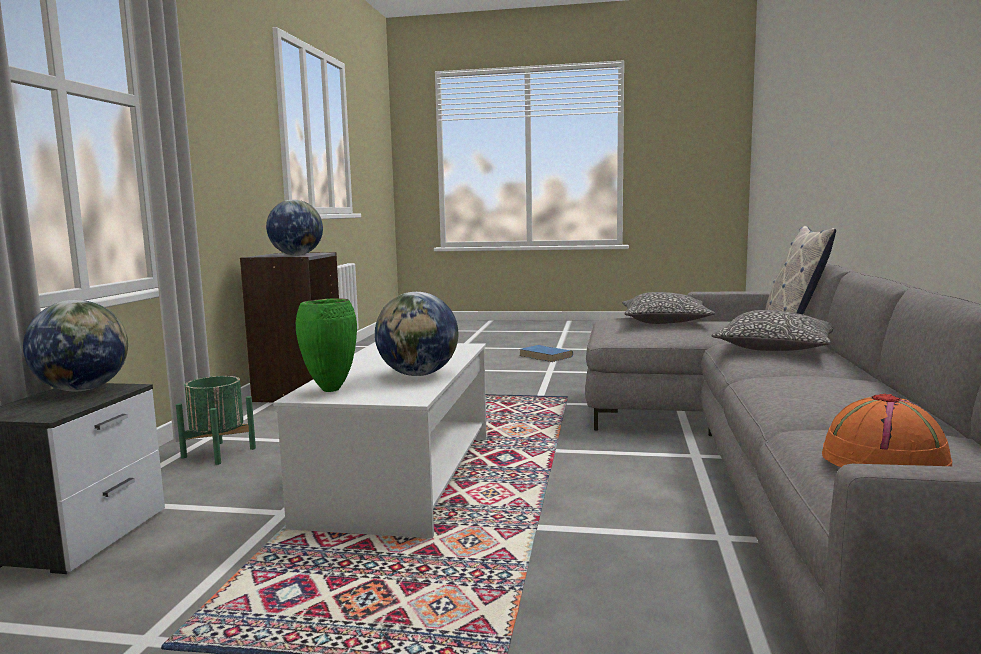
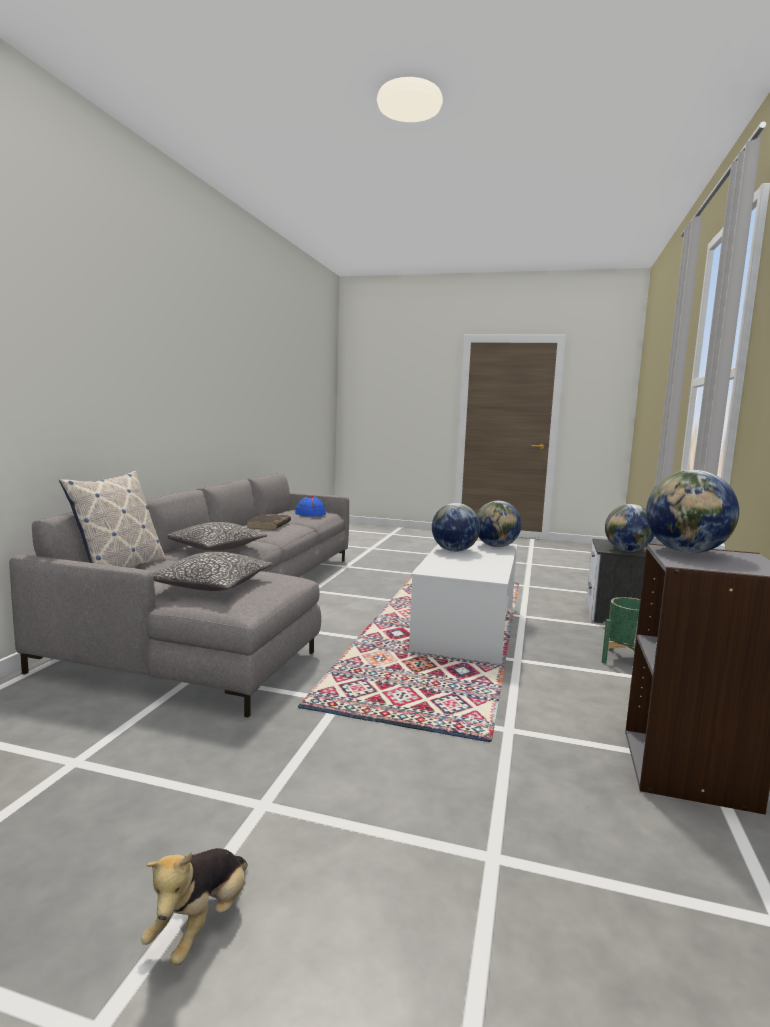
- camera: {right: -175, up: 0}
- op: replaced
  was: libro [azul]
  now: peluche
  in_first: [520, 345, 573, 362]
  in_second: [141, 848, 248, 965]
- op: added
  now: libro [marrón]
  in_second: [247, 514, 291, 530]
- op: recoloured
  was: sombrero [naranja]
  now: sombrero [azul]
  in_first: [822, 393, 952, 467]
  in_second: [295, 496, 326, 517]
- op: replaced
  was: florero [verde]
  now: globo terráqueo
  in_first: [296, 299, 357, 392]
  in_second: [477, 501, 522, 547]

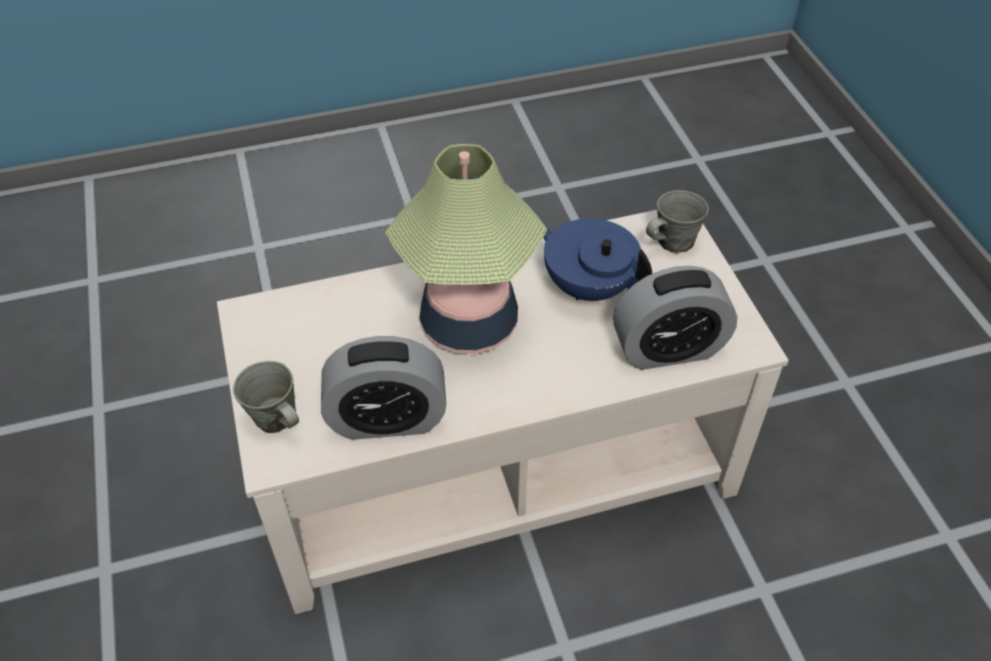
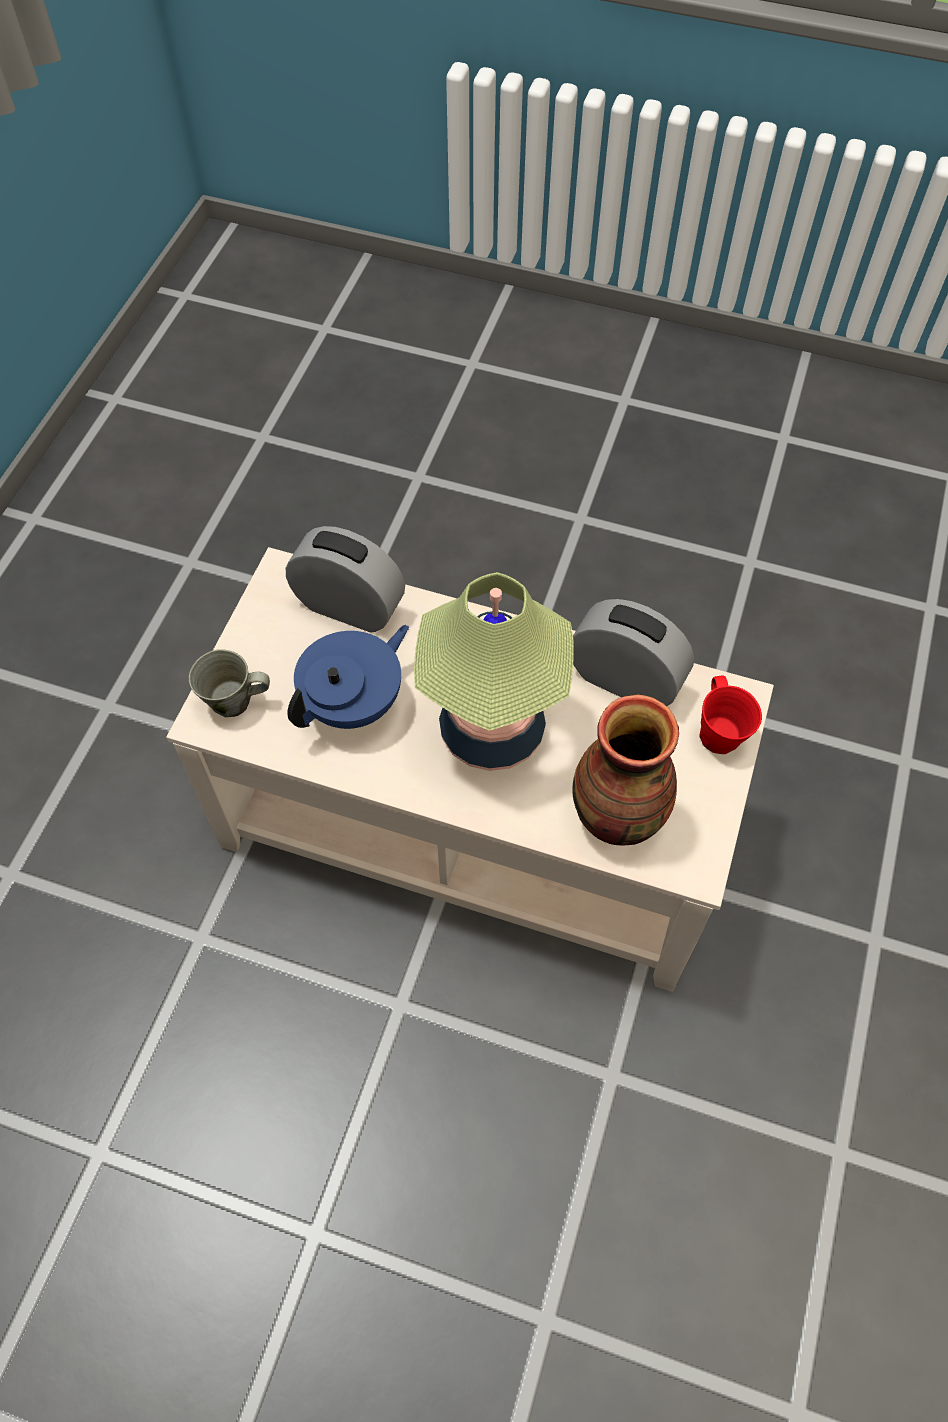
- camera: {right: -145, up: 10}
- op: turned
  was: tetera [azul]
  in_first: [543, 218, 652, 301]
  in_second: [287, 625, 409, 729]
  clockwise: -120
- op: added
  now: florero
  in_second: [572, 695, 679, 846]
- op: recoloured
  was: taza grande [gris]
  now: taza grande [rojo]
  in_first: [233, 361, 299, 433]
  in_second: [699, 676, 762, 754]

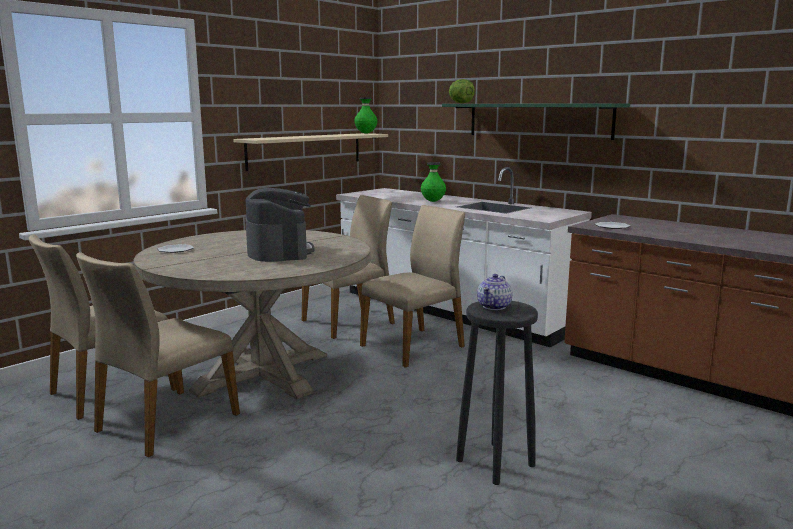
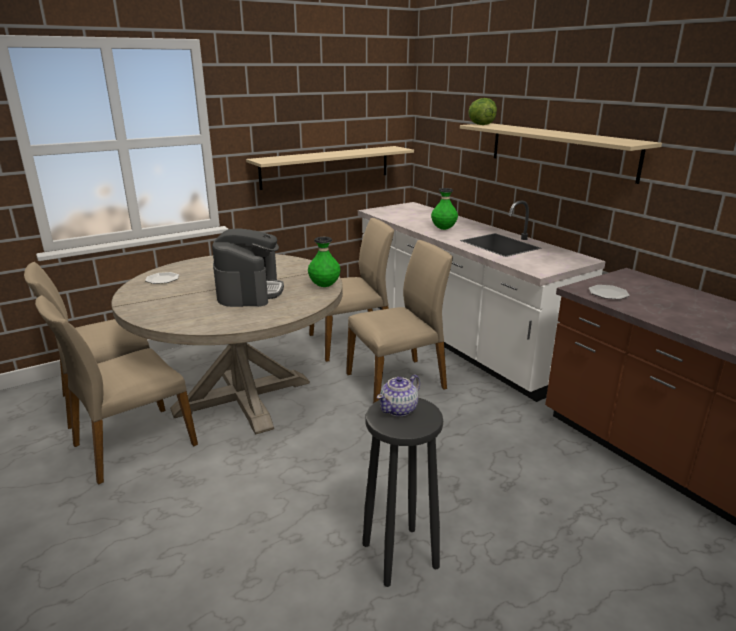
- camera: {right: 15, up: 10}
- op: moved
  was: florero [verde]
  in_first: [354, 98, 378, 134]
  in_second: [308, 237, 341, 287]
- op: recoloured
  was: estante [verde]
  now: estante [beis]
  in_first: [442, 103, 630, 140]
  in_second: [460, 123, 662, 184]

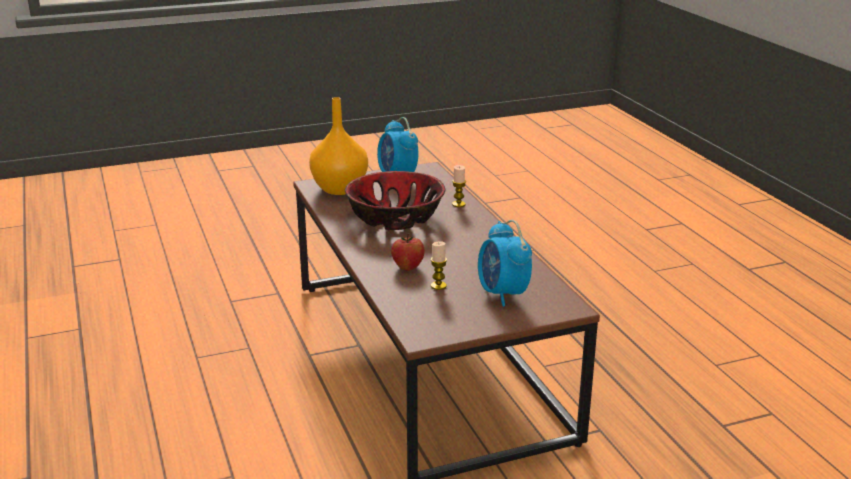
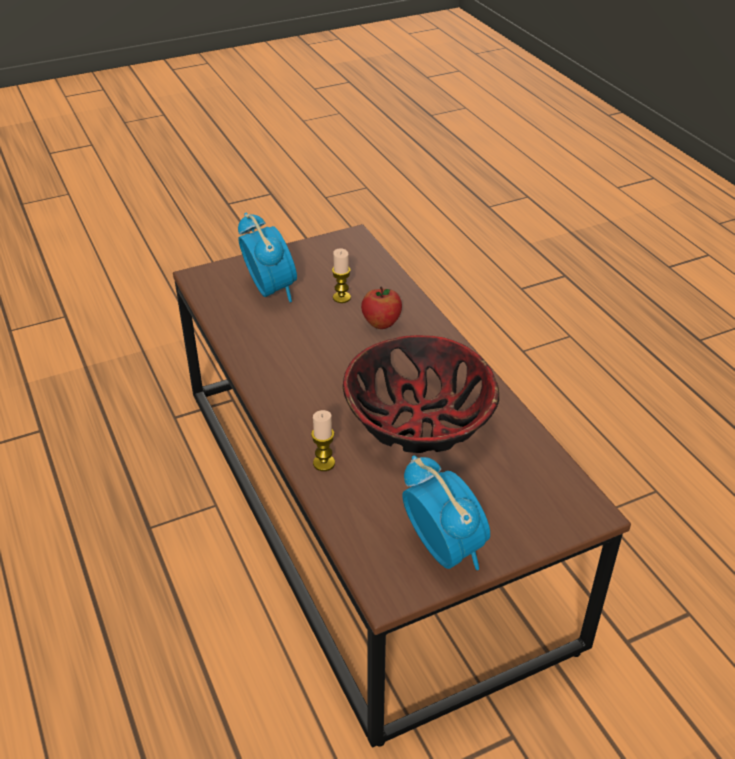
- camera: {right: 175, up: 15}
- op: removed
  was: florero [naranja]
  in_first: [309, 97, 368, 195]

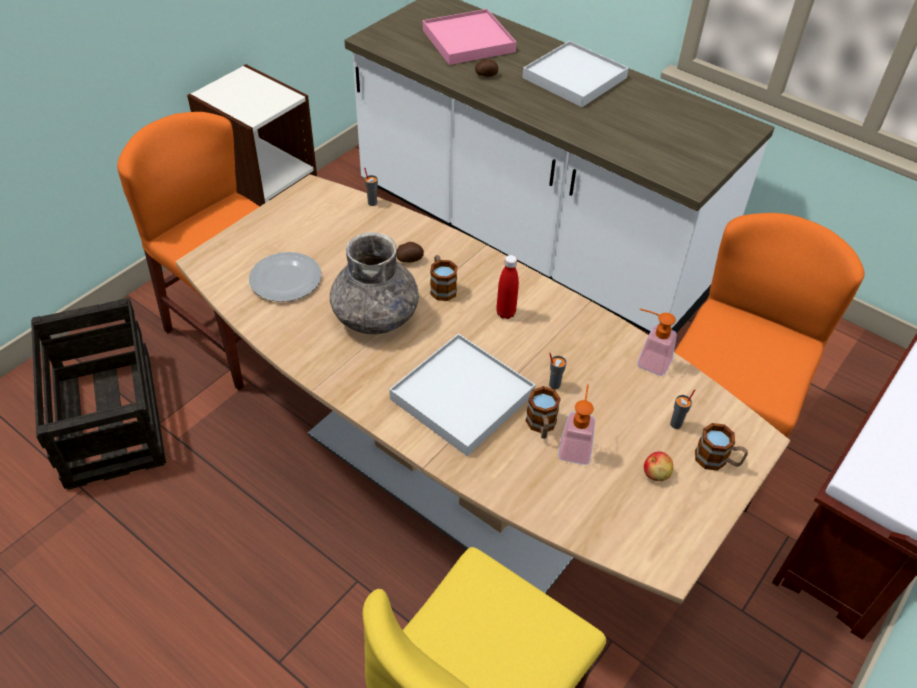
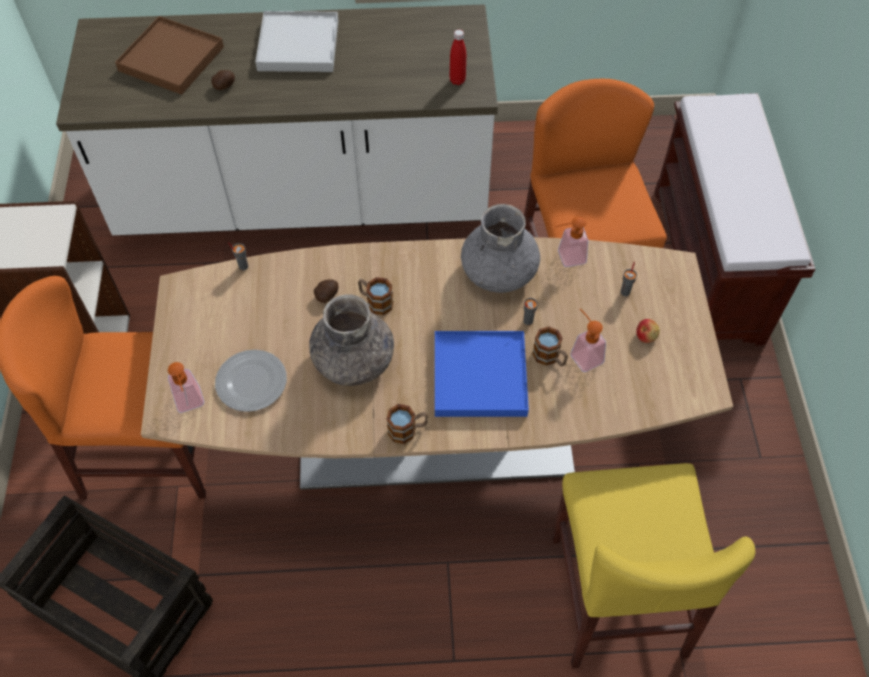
- camera: {right: -40, up: 10}
- op: recoloured
  was: bandeja [rosa]
  now: bandeja [marrón]
  in_first: [423, 9, 516, 65]
  in_second: [115, 16, 224, 95]
- op: added
  now: dispensador de jabón
  in_second: [168, 362, 204, 413]
- op: moved
  was: taza grande
  in_first: [695, 423, 748, 471]
  in_second: [387, 404, 428, 444]
- op: recoloured
  was: bandeja [blanco]
  now: bandeja [azul]
  in_first: [389, 333, 535, 456]
  in_second: [435, 331, 529, 417]
- op: moved
  was: botella [rojo]
  in_first: [496, 255, 519, 319]
  in_second: [450, 30, 466, 85]
- op: added
  now: florero [gris]
  in_second: [461, 204, 540, 293]

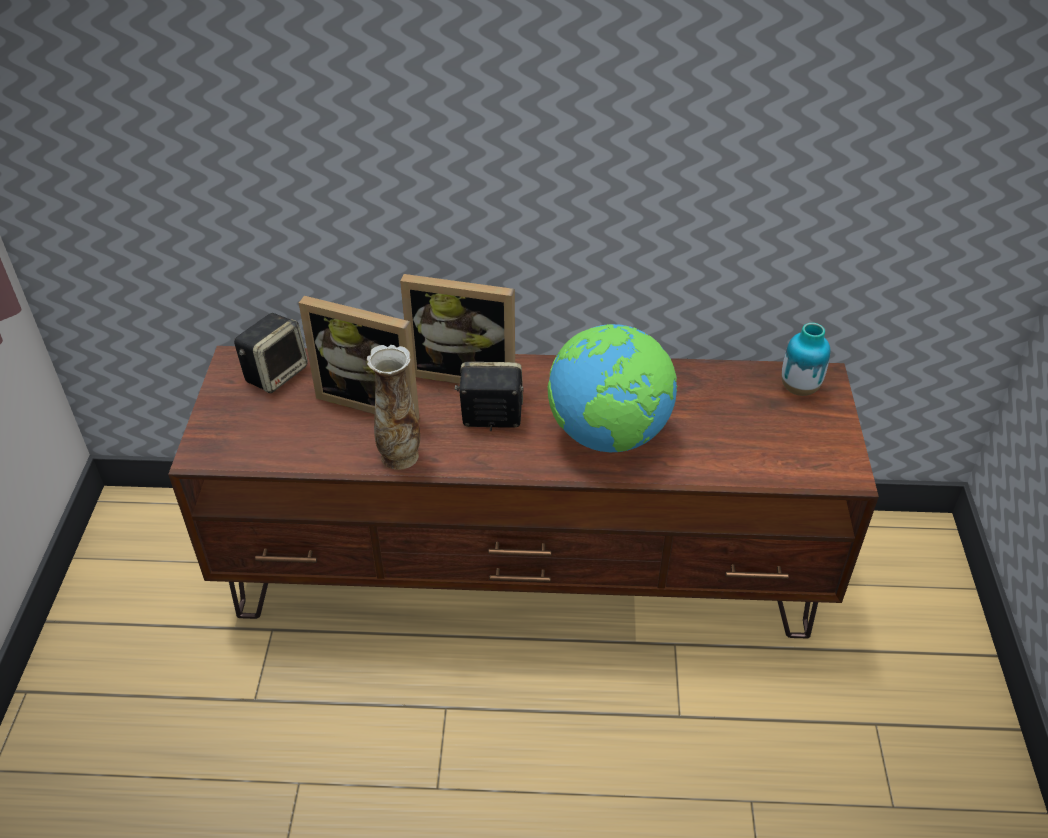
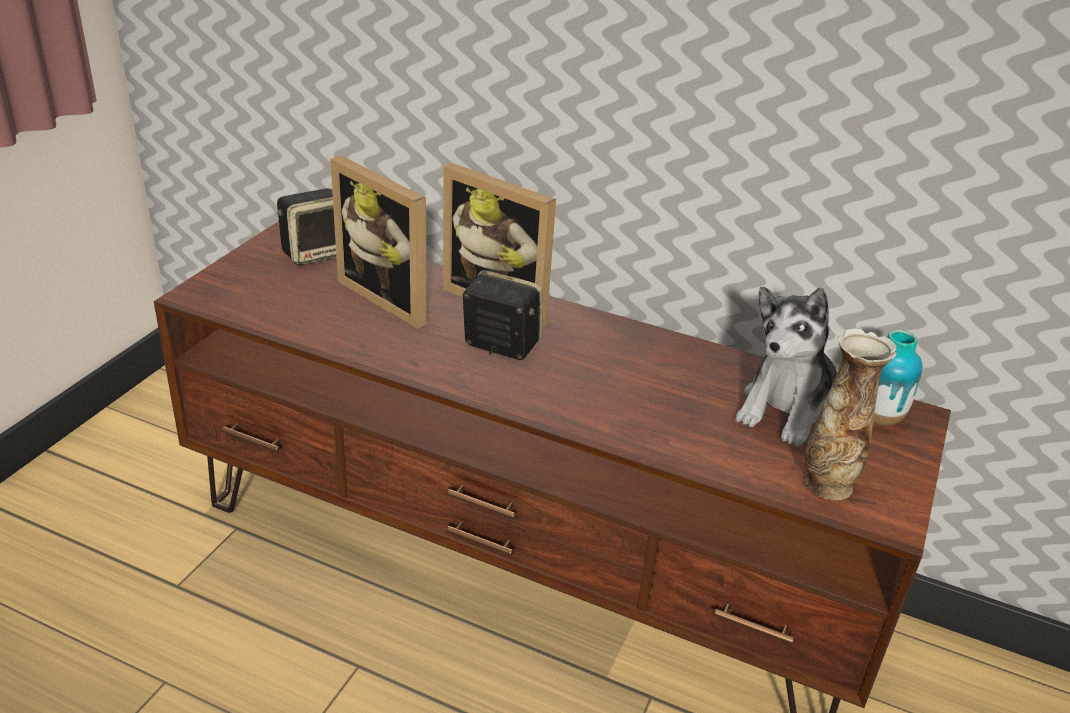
- camera: {right: 20, up: -10}
- op: added
  now: peluche
  in_second: [735, 287, 837, 447]
- op: moved
  was: florero
  in_first: [367, 345, 420, 470]
  in_second: [803, 328, 897, 500]
- op: removed
  was: globo terráqueo
  in_first: [548, 324, 677, 452]

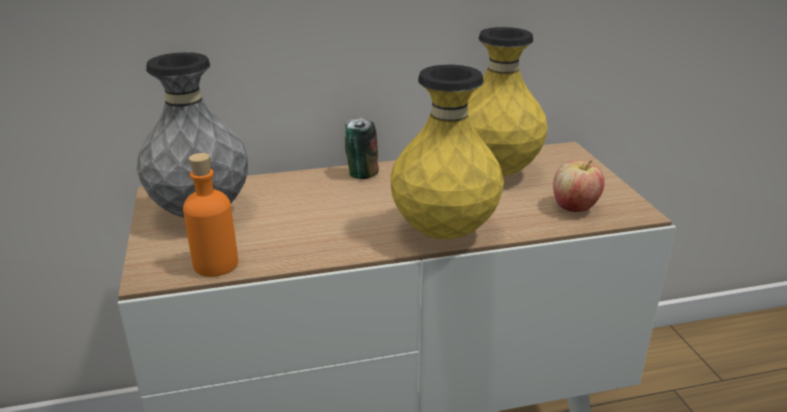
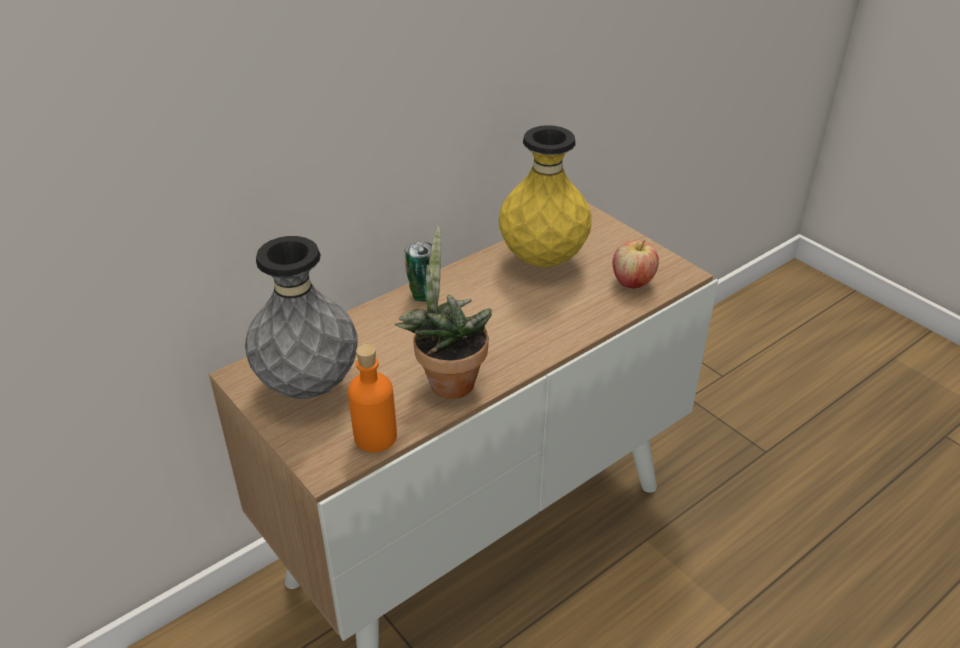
- camera: {right: -25, up: 10}
- op: added
  now: planta en maceta
  in_second: [395, 226, 492, 399]
- op: removed
  was: florero [amarillo]
  in_first: [390, 65, 504, 239]

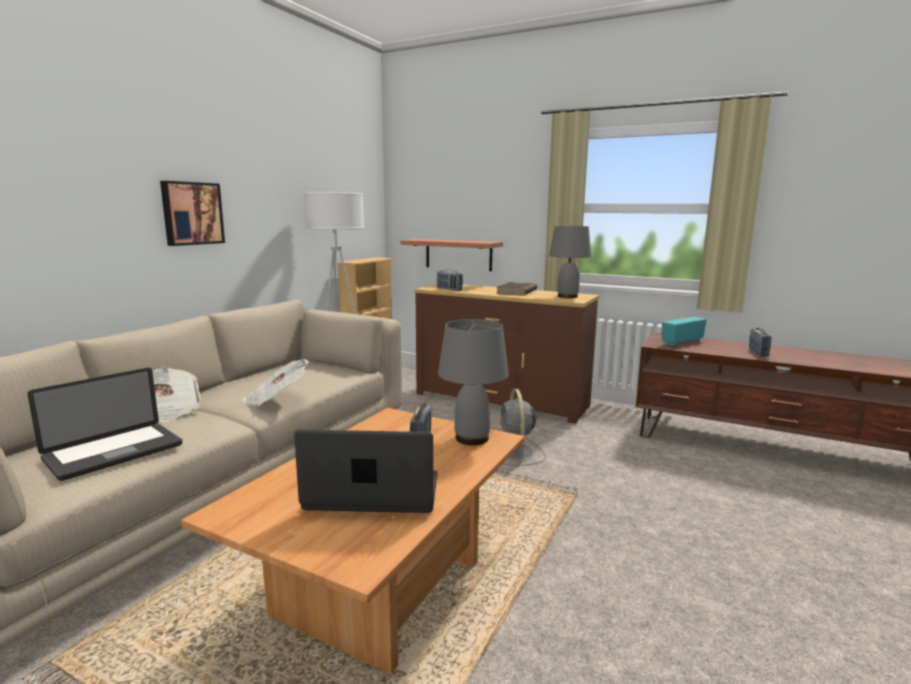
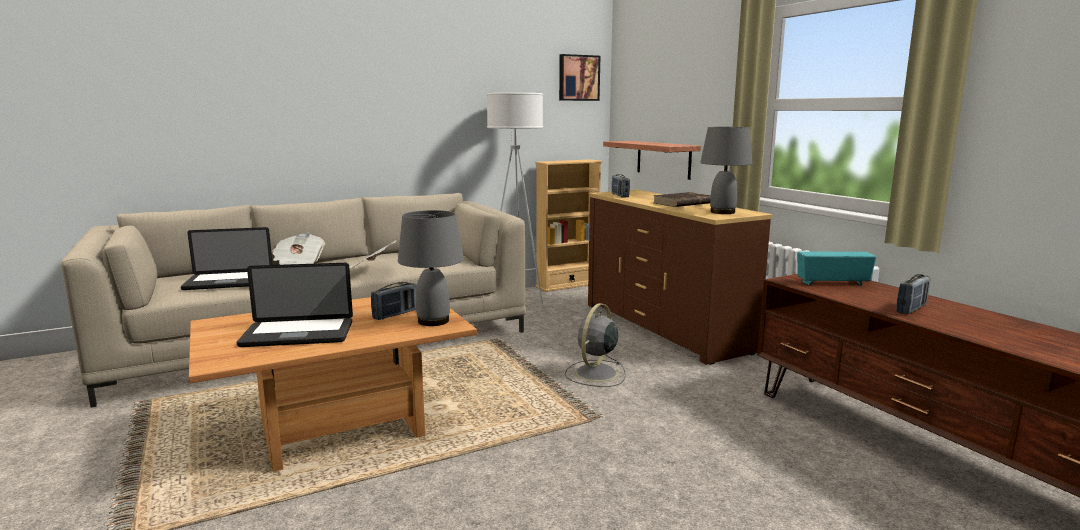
- camera: {right: 35, up: 0}
- op: turned
  was: portátil
  in_first: [294, 430, 437, 513]
  in_second: [237, 263, 353, 347]
  clockwise: 135
- op: moved
  was: cuadro
  in_first: [160, 181, 225, 246]
  in_second: [559, 54, 600, 101]

